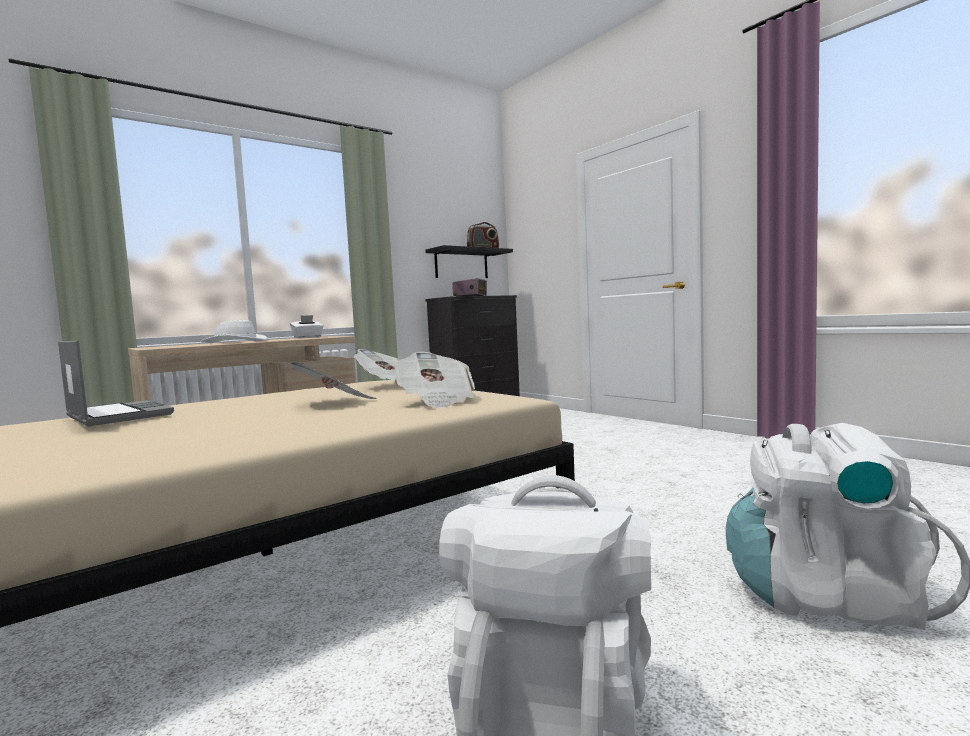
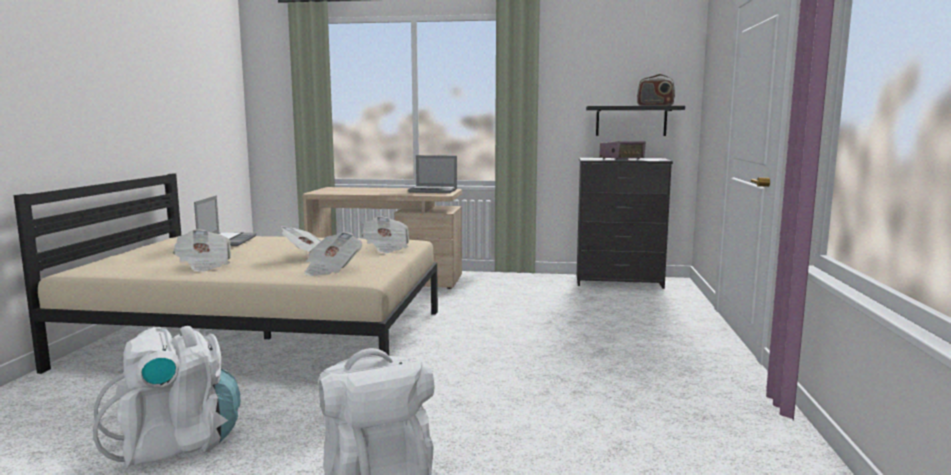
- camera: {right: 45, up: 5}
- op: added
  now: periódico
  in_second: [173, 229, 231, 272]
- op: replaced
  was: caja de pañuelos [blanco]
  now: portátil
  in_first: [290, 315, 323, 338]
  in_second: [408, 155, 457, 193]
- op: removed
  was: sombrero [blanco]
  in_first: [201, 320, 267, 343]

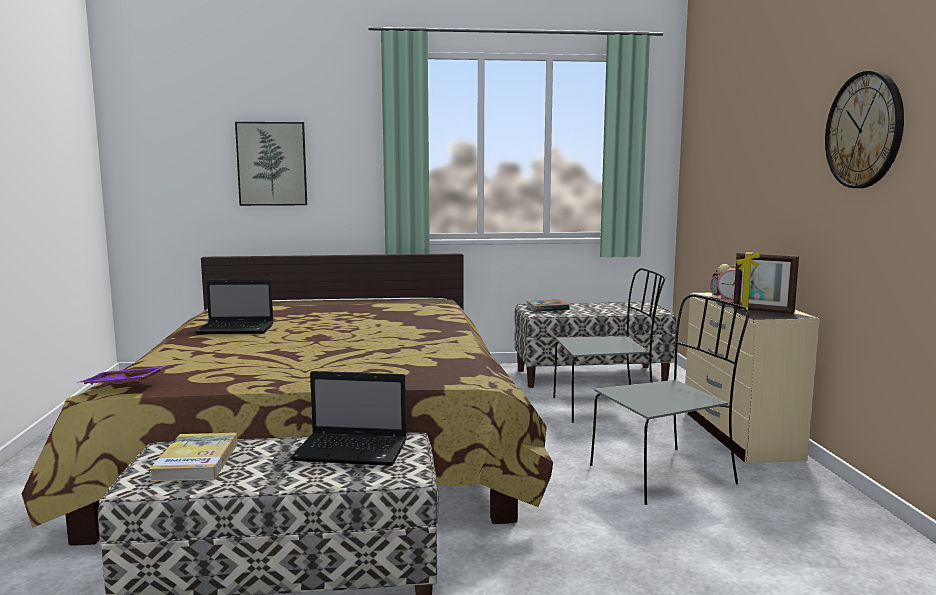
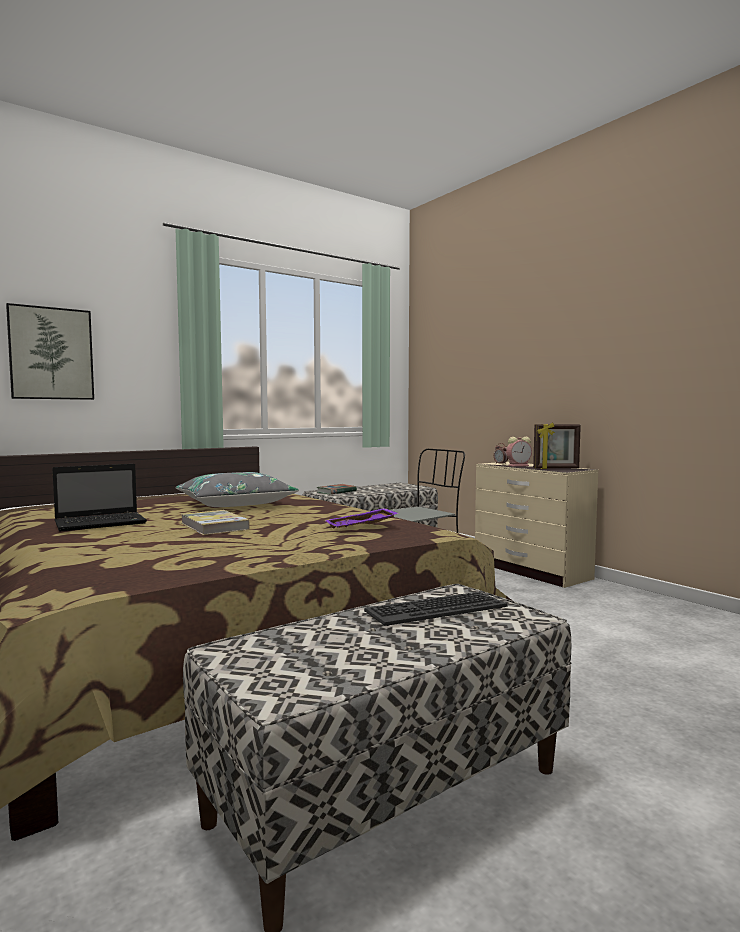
- camera: {right: -30, up: -5}
- op: added
  now: cojín [gris]
  in_second: [175, 472, 299, 507]
- op: moved
  was: libro
  in_first: [149, 433, 238, 482]
  in_second: [181, 510, 250, 535]
- op: moved
  was: bandeja [morado]
  in_first: [76, 366, 165, 385]
  in_second: [325, 508, 400, 529]
- op: replaced
  was: portátil
  now: teclado
  in_first: [290, 371, 407, 466]
  in_second: [364, 592, 508, 626]
- op: removed
  was: silla [gris]
  in_first: [590, 294, 749, 505]
- op: removed
  was: reloj de pared
  in_first: [825, 71, 904, 188]

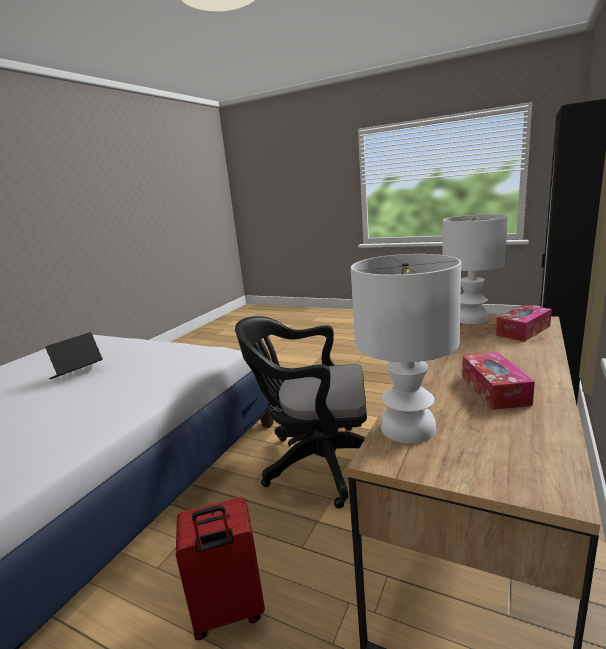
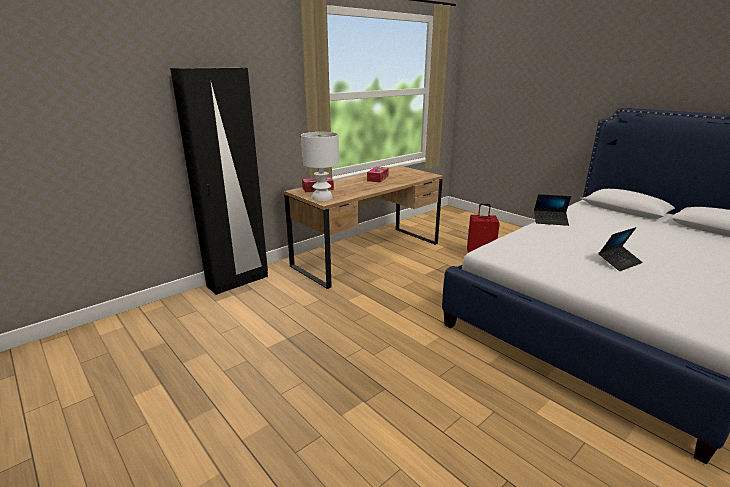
- camera: {right: -160, up: 5}
- op: added
  now: portátil
  in_second: [534, 194, 571, 226]
- op: removed
  was: silla de oficina [negro]
  in_first: [235, 316, 367, 509]
- op: removed
  was: lámpara de mesa [blanco]
  in_first: [351, 254, 461, 444]

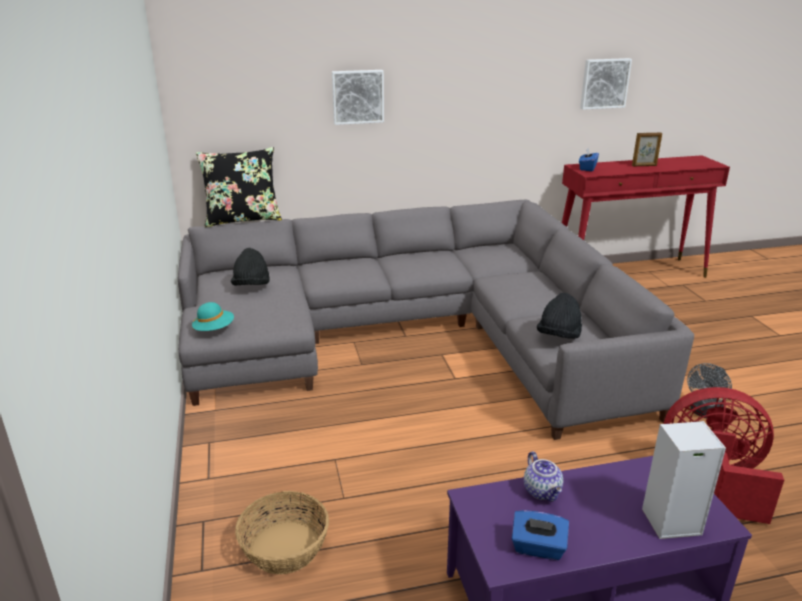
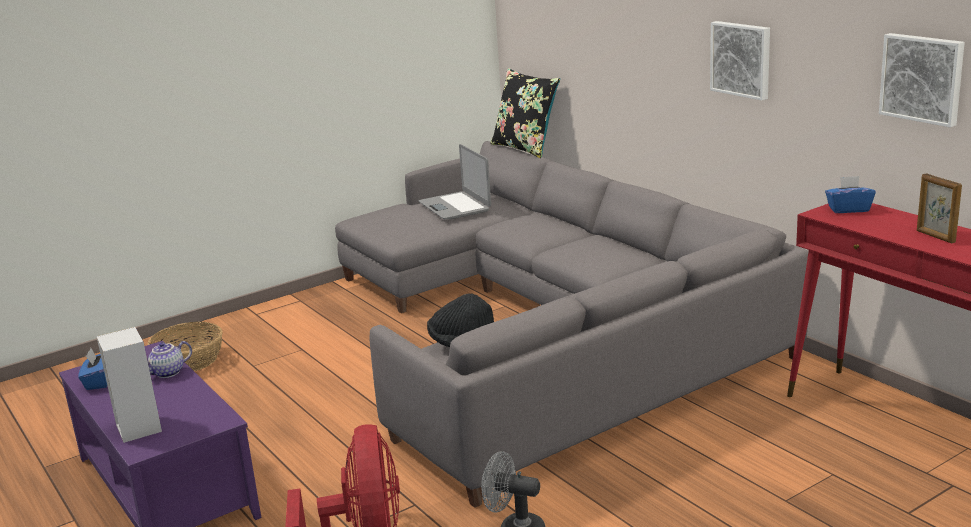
- camera: {right: 70, up: -5}
- op: replaced
  was: sombrero [negro]
  now: portátil
  in_first: [231, 248, 270, 285]
  in_second: [419, 144, 491, 219]
- op: moved
  was: cuadro
  in_first: [332, 70, 384, 125]
  in_second: [710, 21, 770, 100]
- op: removed
  was: sombrero [turquesa]
  in_first: [192, 302, 234, 331]

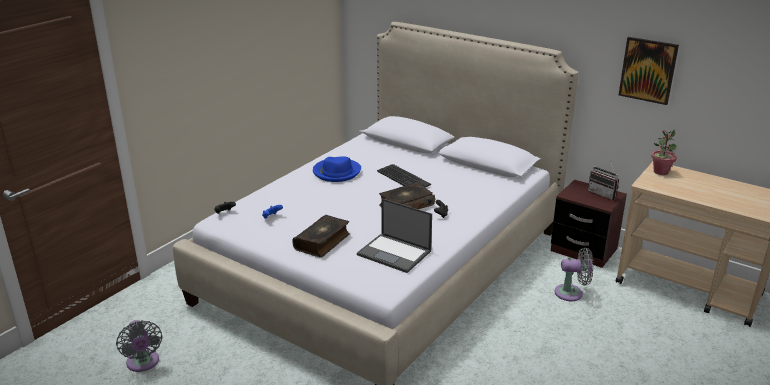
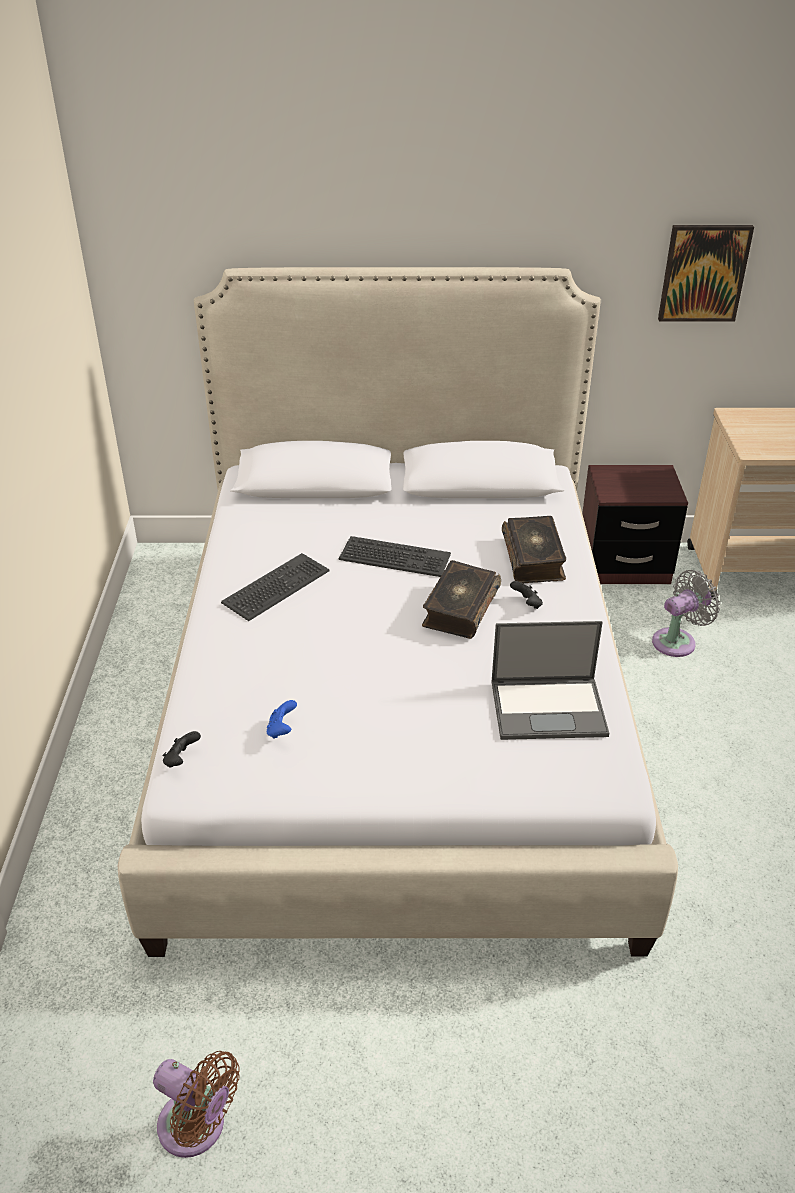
- camera: {right: -35, up: 10}
- op: recoloured
  was: ventilador [gris]
  now: ventilador [marrón]
  in_first: [116, 320, 163, 372]
  in_second: [153, 1051, 240, 1158]
- op: replaced
  was: sombrero [azul]
  now: teclado
  in_first: [313, 156, 361, 182]
  in_second: [221, 553, 330, 621]
- op: moved
  was: libro
  in_first: [292, 215, 350, 257]
  in_second: [502, 516, 566, 583]
- op: removed
  was: radio
  in_first: [588, 160, 619, 200]
- op: removed
  was: planta en maceta
  in_first: [651, 130, 677, 175]

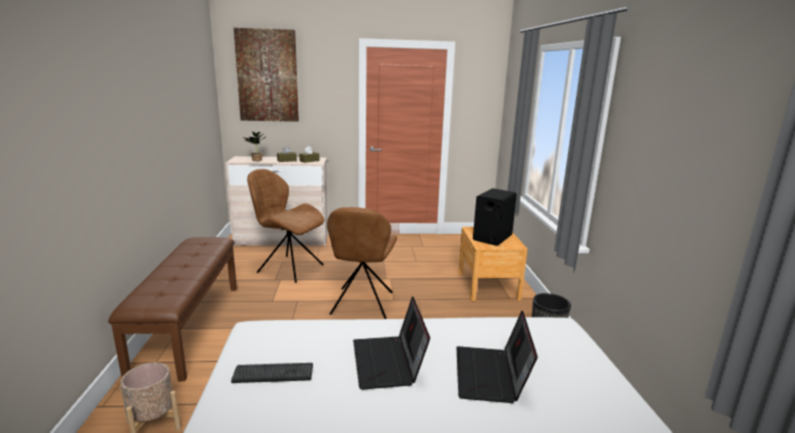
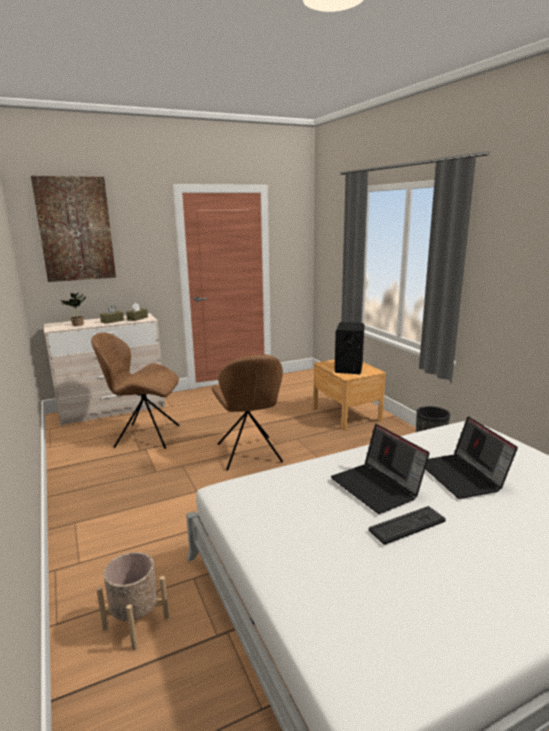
- camera: {right: -20, up: 0}
- op: moved
  was: teclado
  in_first: [231, 363, 313, 383]
  in_second: [369, 506, 446, 545]
- op: removed
  was: banco [marrón]
  in_first: [108, 237, 237, 381]

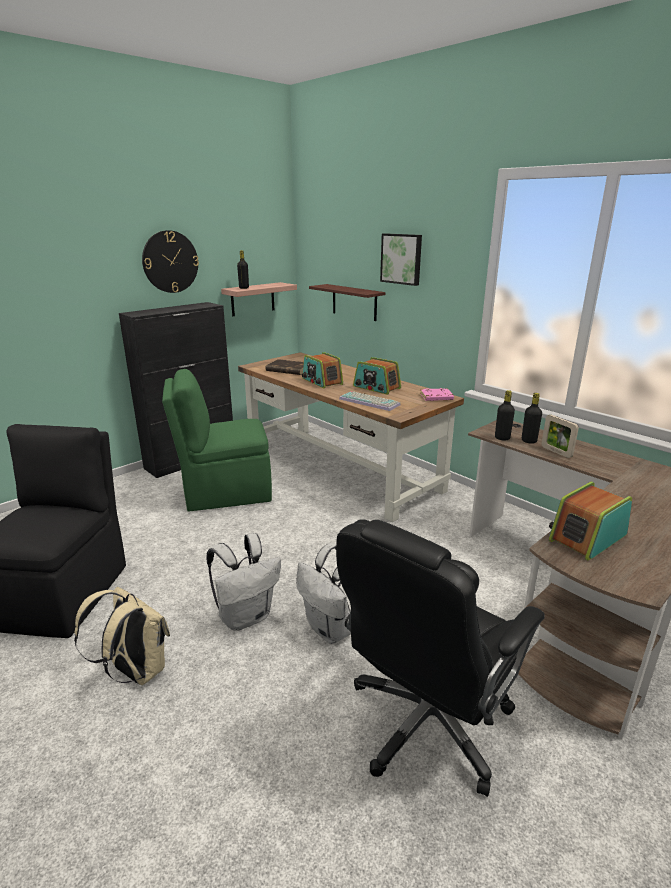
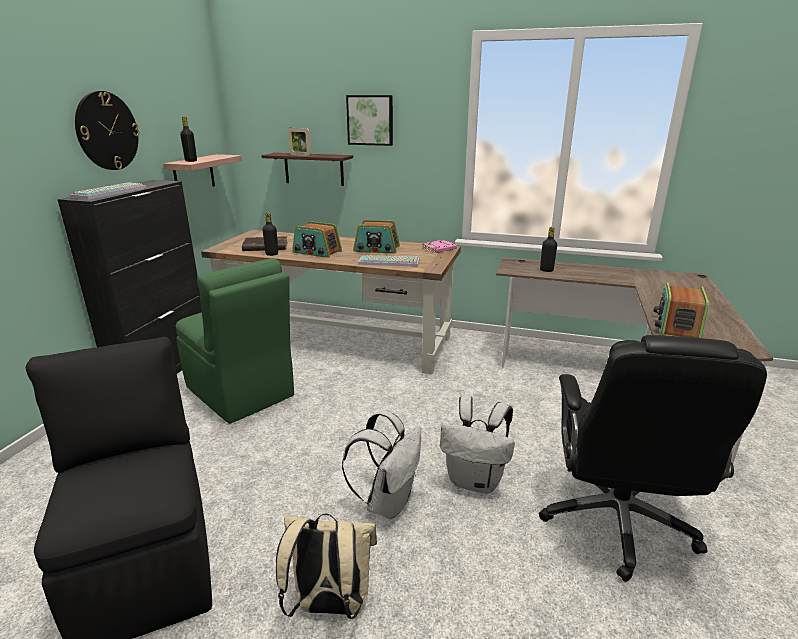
- camera: {right: -30, up: 0}
- op: added
  now: teclado
  in_second: [70, 182, 147, 200]
- op: turned
  was: silla [verde]
  in_first: [162, 369, 272, 512]
  in_second: [175, 258, 294, 424]
  clockwise: -90
- op: moved
  was: botella [negro]
  in_first: [495, 390, 515, 440]
  in_second: [262, 213, 278, 256]
- op: moved
  was: portarretratos
  in_first: [541, 415, 579, 458]
  in_second: [288, 128, 311, 156]

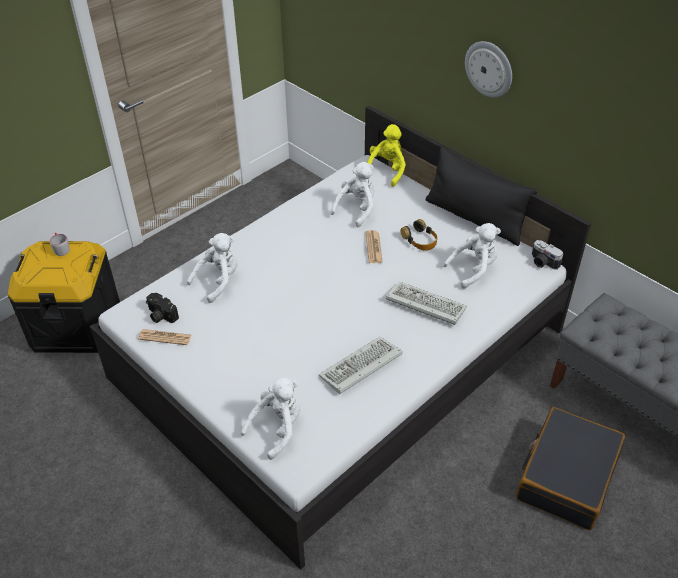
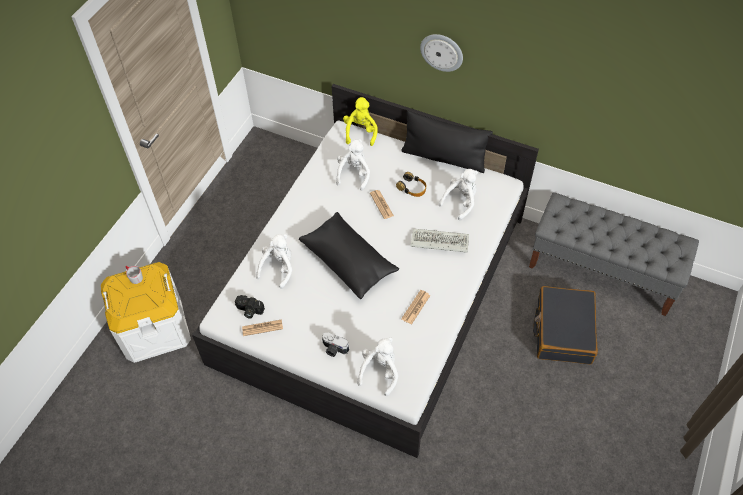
- camera: {right: -20, up: 10}
- op: recoloured
  was: caja de almacenaje [negro]
  now: caja de almacenaje [blanco]
  in_first: [8, 241, 120, 353]
  in_second: [101, 262, 191, 363]
- op: added
  now: cojín [negro]
  in_second: [299, 212, 399, 300]
- op: moved
  was: cámara
  in_first: [532, 240, 563, 270]
  in_second: [322, 333, 349, 357]
- op: replaced
  was: teclado
  now: periódico
  in_first: [318, 337, 402, 394]
  in_second: [401, 290, 430, 325]

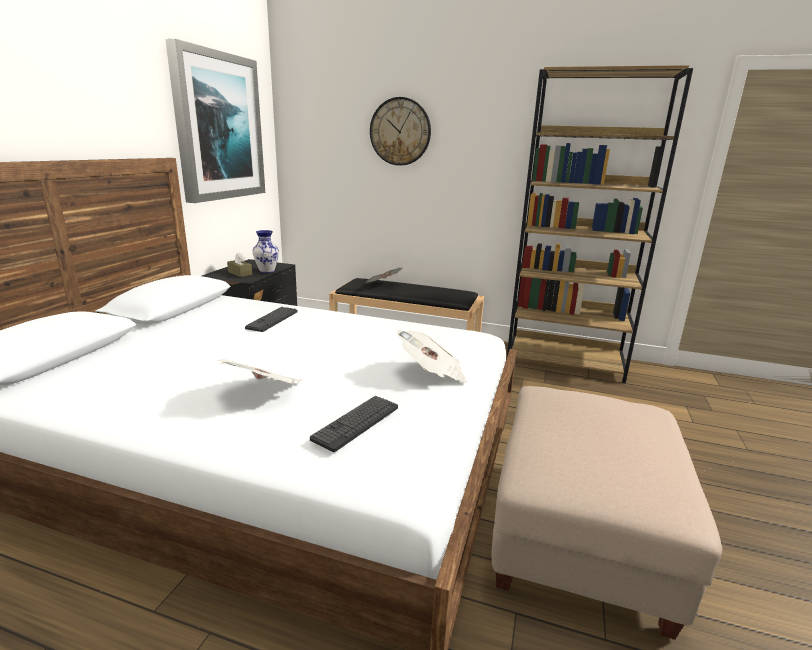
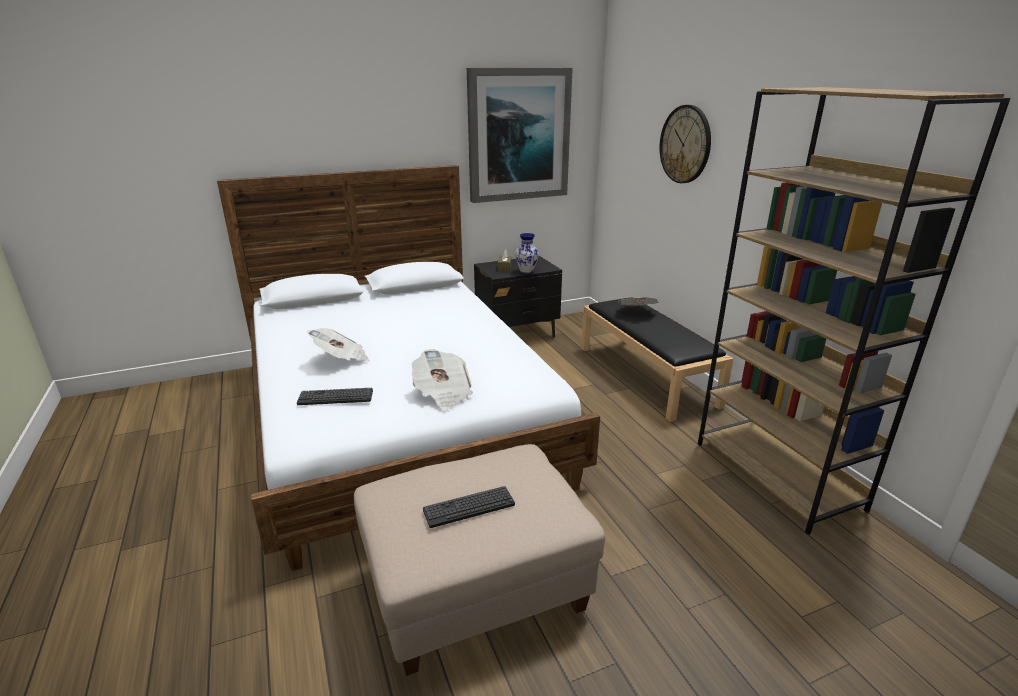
- camera: {right: 50, up: 5}
- op: moved
  was: teclado
  in_first: [245, 307, 298, 332]
  in_second: [423, 486, 515, 528]

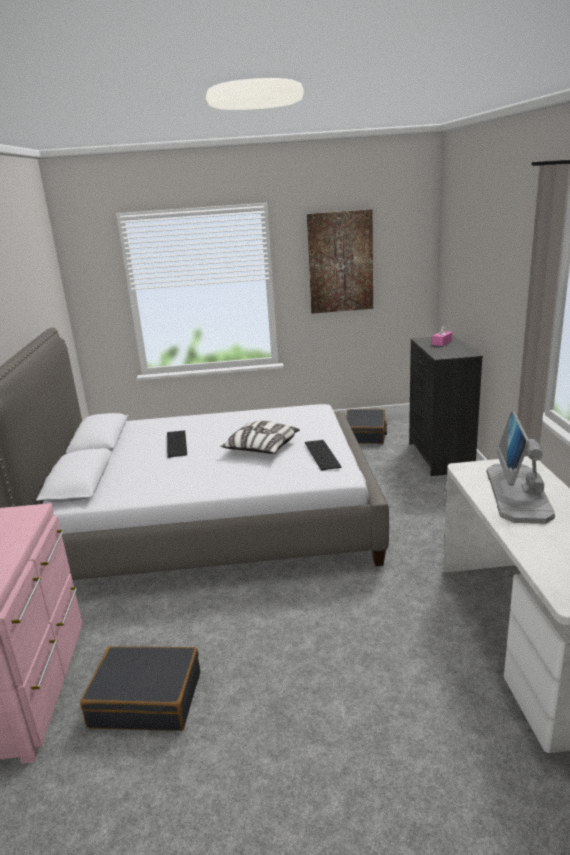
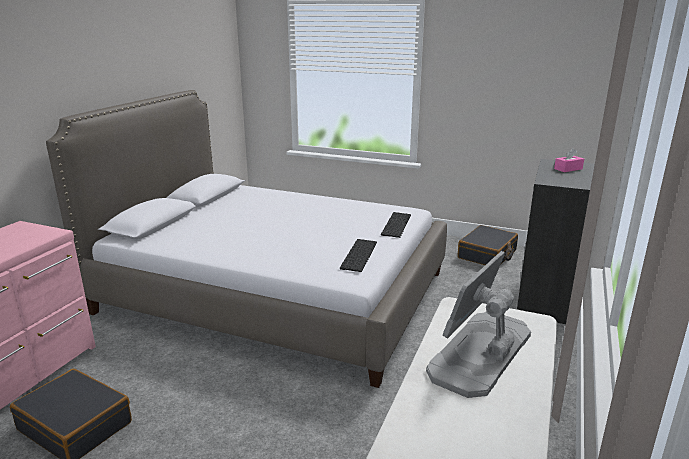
- camera: {right: 25, up: 0}
- op: moved
  was: teclado
  in_first: [167, 430, 187, 458]
  in_second: [381, 212, 411, 238]
- op: removed
  was: cojín
  in_first: [220, 421, 300, 454]
- op: removed
  was: cuadro
  in_first: [307, 209, 373, 314]

